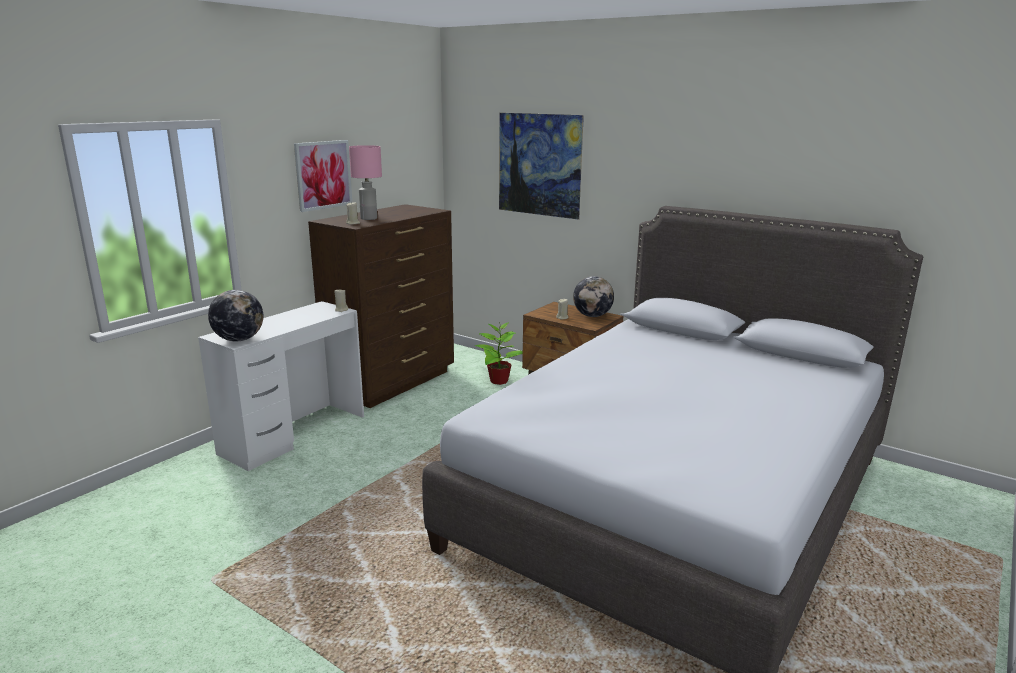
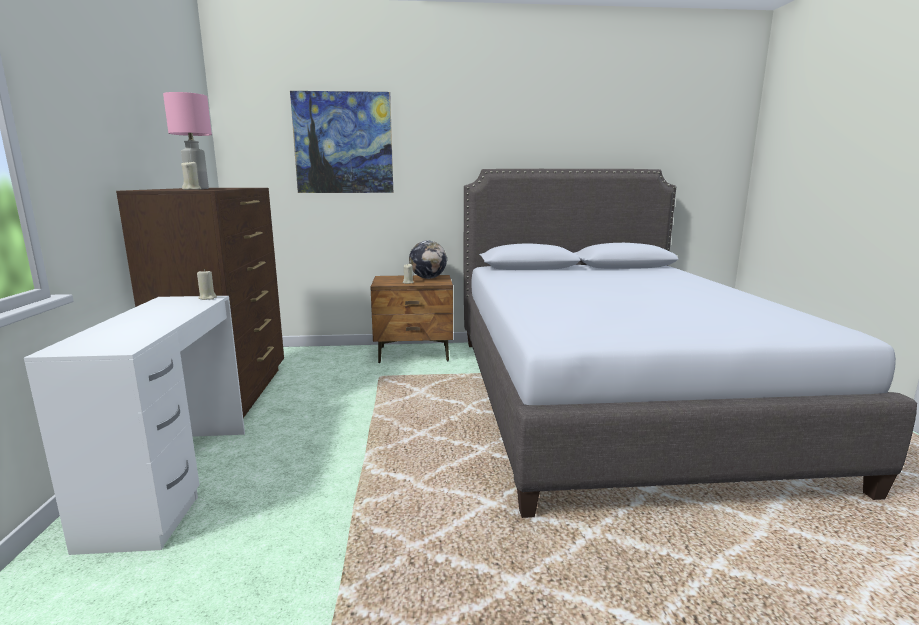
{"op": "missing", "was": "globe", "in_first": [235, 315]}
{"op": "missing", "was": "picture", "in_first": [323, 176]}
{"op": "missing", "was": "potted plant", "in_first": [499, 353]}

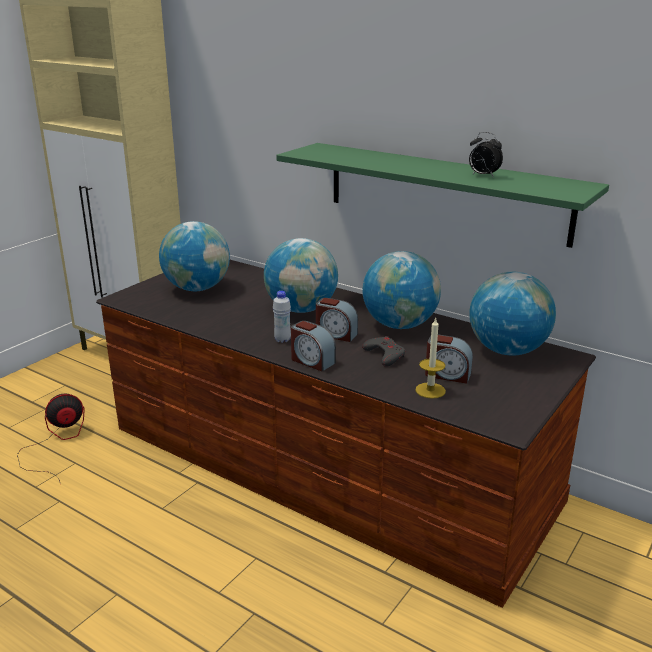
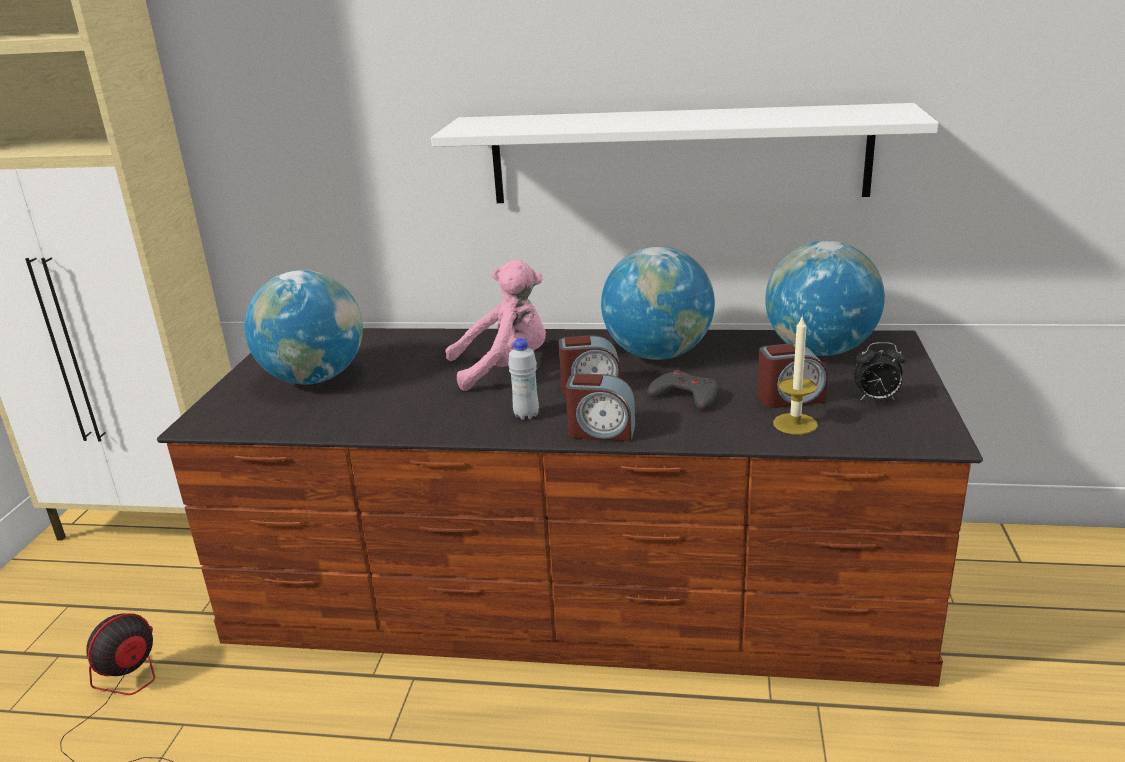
{"op": "relocated", "was": "alarm clock", "in_first": [486, 155], "in_second": [880, 371]}
{"op": "exchanged", "was": "globe", "now": "pink cuddly toy", "in_first": [301, 275], "in_second": [495, 325]}
{"op": "colour", "was": "greenish wall shelf", "now": "white wall shelf", "in_first": [442, 195], "in_second": [685, 153]}

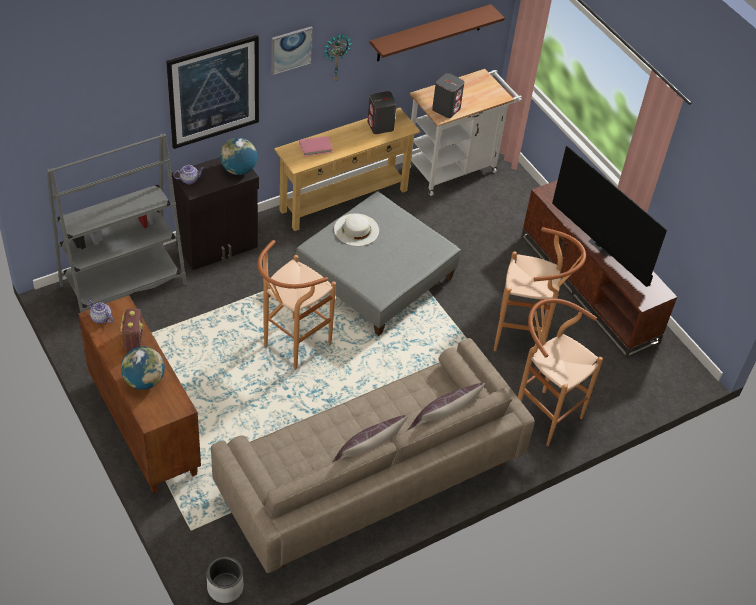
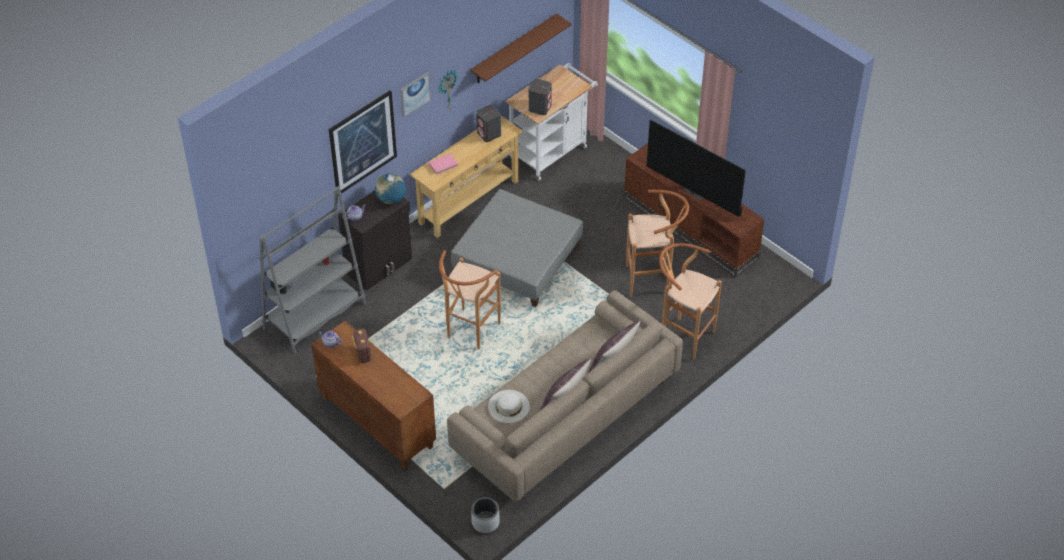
{"op": "missing", "was": "globe", "in_first": [143, 368]}
{"op": "relocated", "was": "white clothing hat", "in_first": [356, 229], "in_second": [509, 406]}

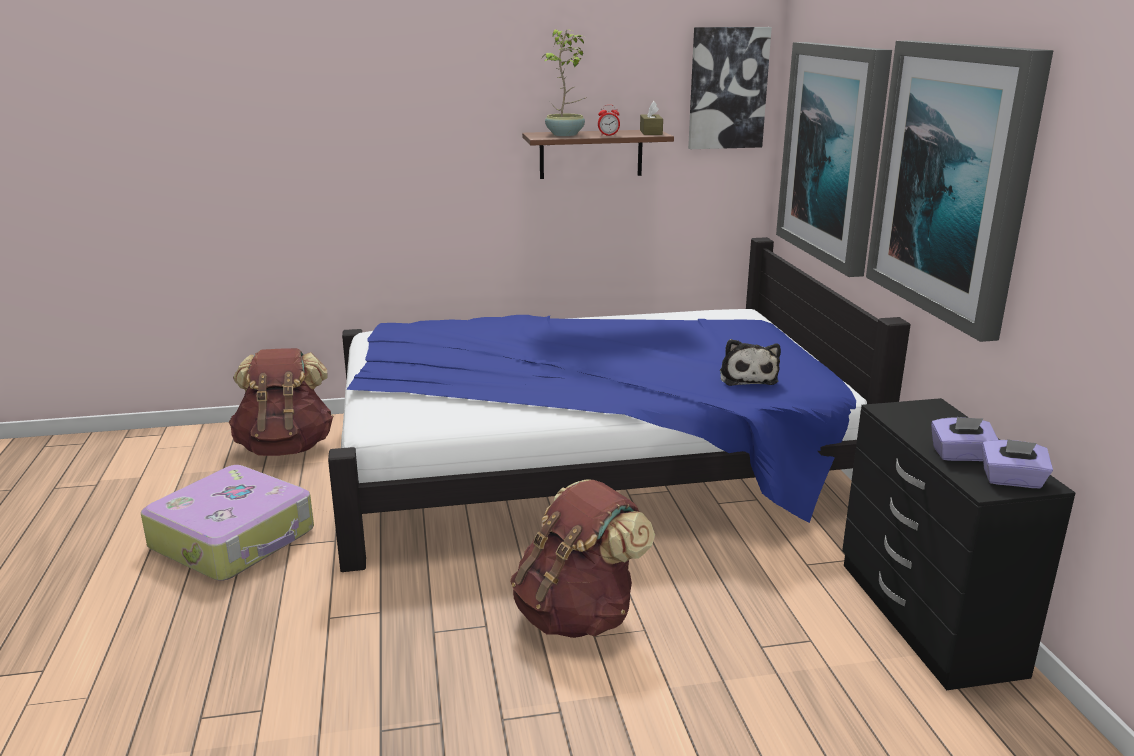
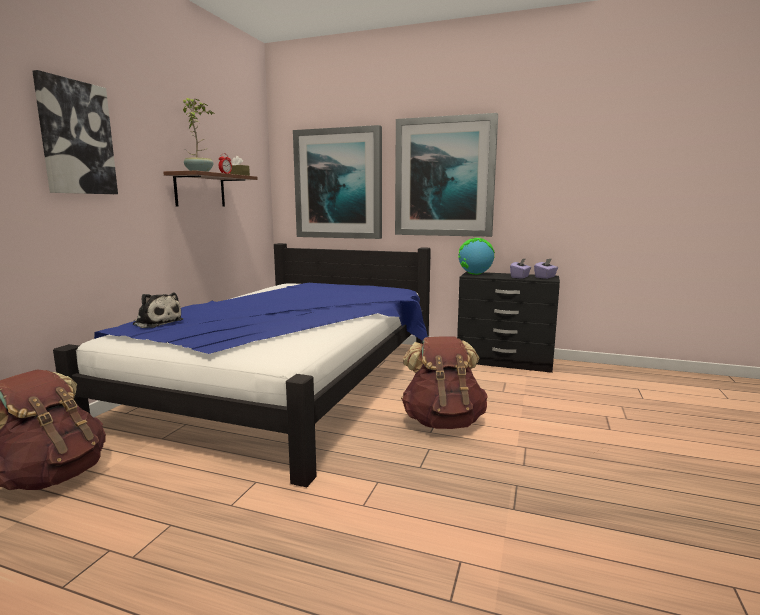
{"op": "missing", "was": "suitcase", "in_first": [227, 523]}
{"op": "appeared", "now": "globe", "in_second": [476, 256]}
{"op": "relocated", "was": "picture", "in_first": [730, 88], "in_second": [75, 132]}
{"op": "relocated", "was": "cuddly toy", "in_first": [750, 362], "in_second": [158, 310]}

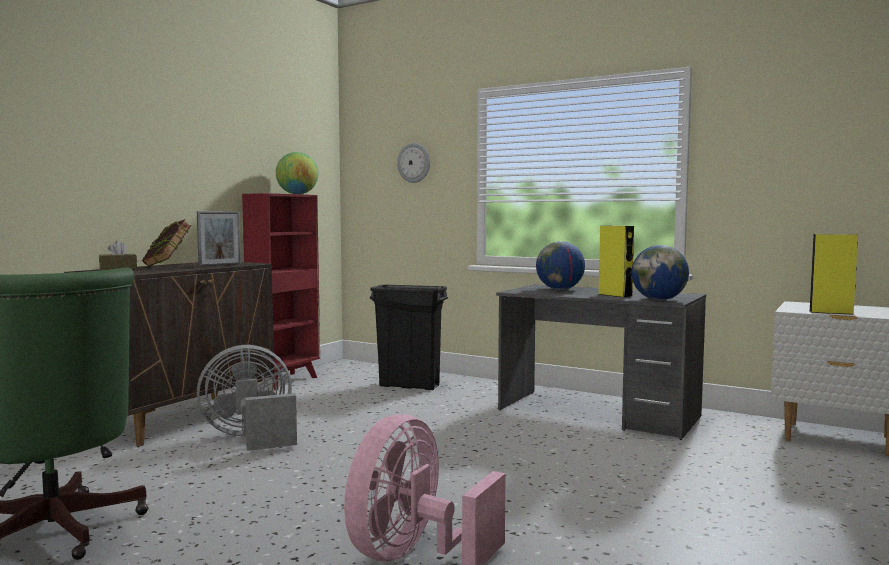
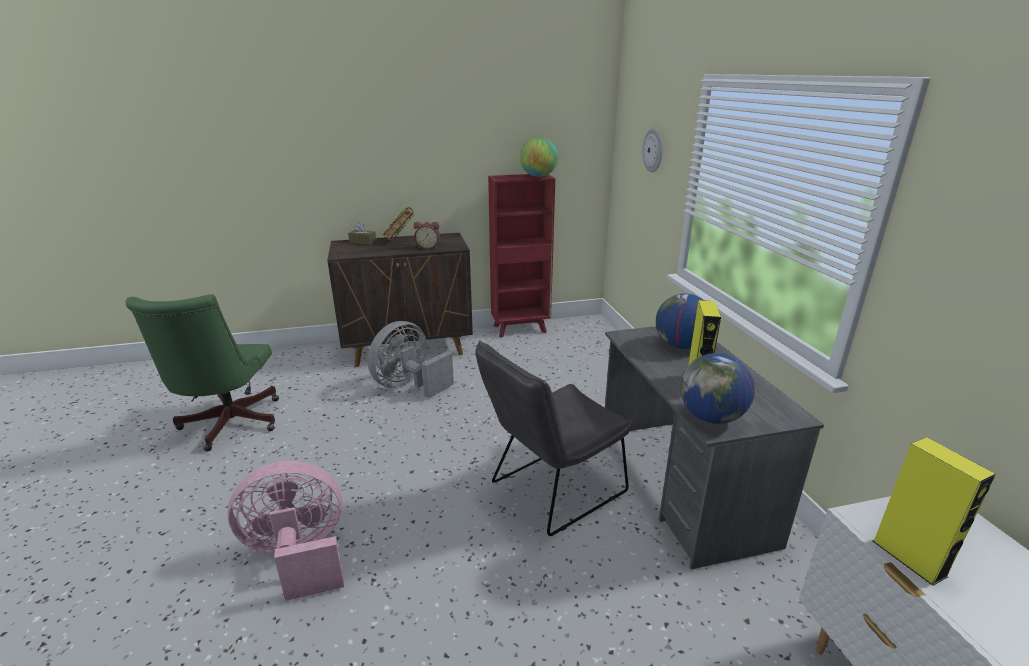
{"op": "missing", "was": "black-coloured rubbish bin", "in_first": [409, 337]}
{"op": "appeared", "now": "greyish plain chair", "in_second": [554, 438]}
{"op": "exchanged", "was": "standing frame", "now": "alarm clock", "in_first": [219, 239], "in_second": [427, 235]}
{"op": "spun", "was": "greyish fan", "in_first": [247, 398], "in_second": [410, 359], "clockwise": -75}

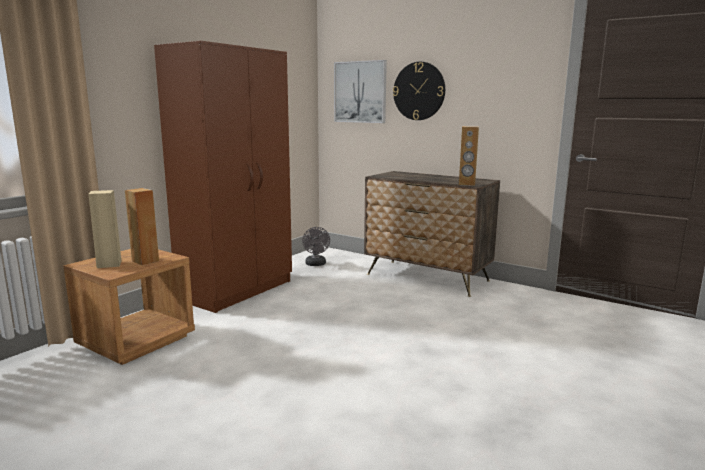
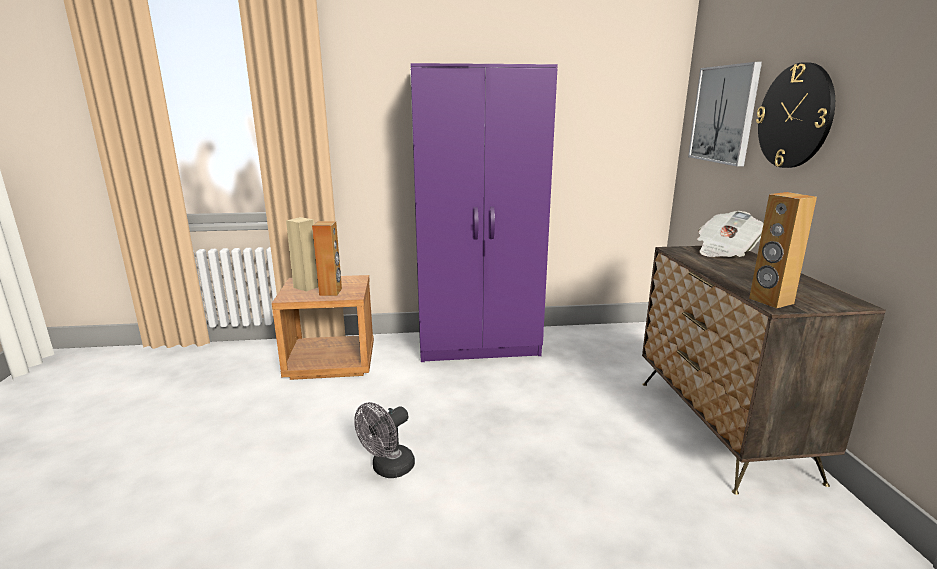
{"op": "appeared", "now": "newspaper", "in_second": [730, 234]}
{"op": "relocated", "was": "greyish fan", "in_first": [316, 246], "in_second": [384, 440]}
{"op": "colour", "was": "brown wardrobe", "now": "purple wardrobe", "in_first": [223, 177], "in_second": [484, 212]}

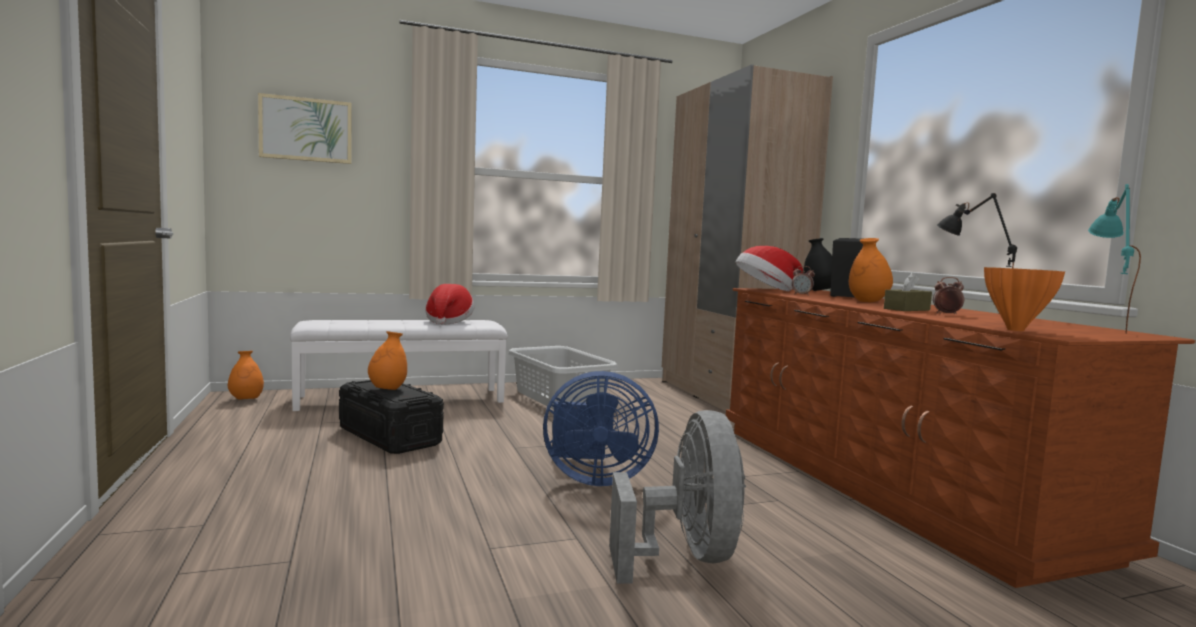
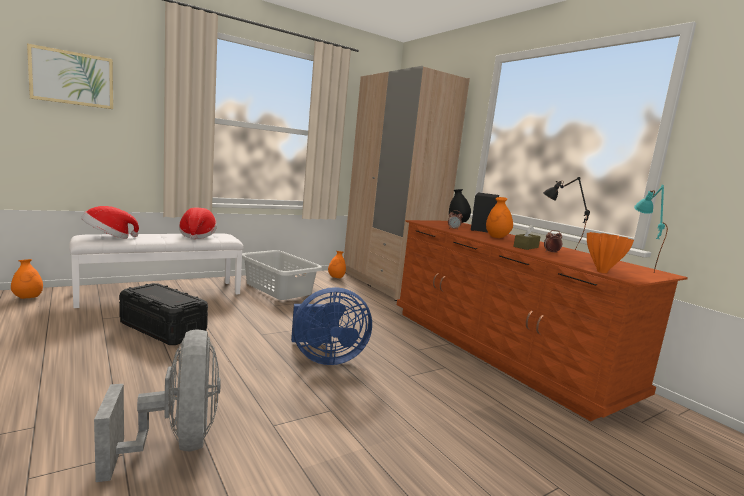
{"op": "relocated", "was": "orange decorative vase", "in_first": [387, 360], "in_second": [337, 264]}
{"op": "relocated", "was": "greyish fan", "in_first": [677, 497], "in_second": [157, 405]}
{"op": "relocated", "was": "clothing hat", "in_first": [769, 269], "in_second": [110, 222]}

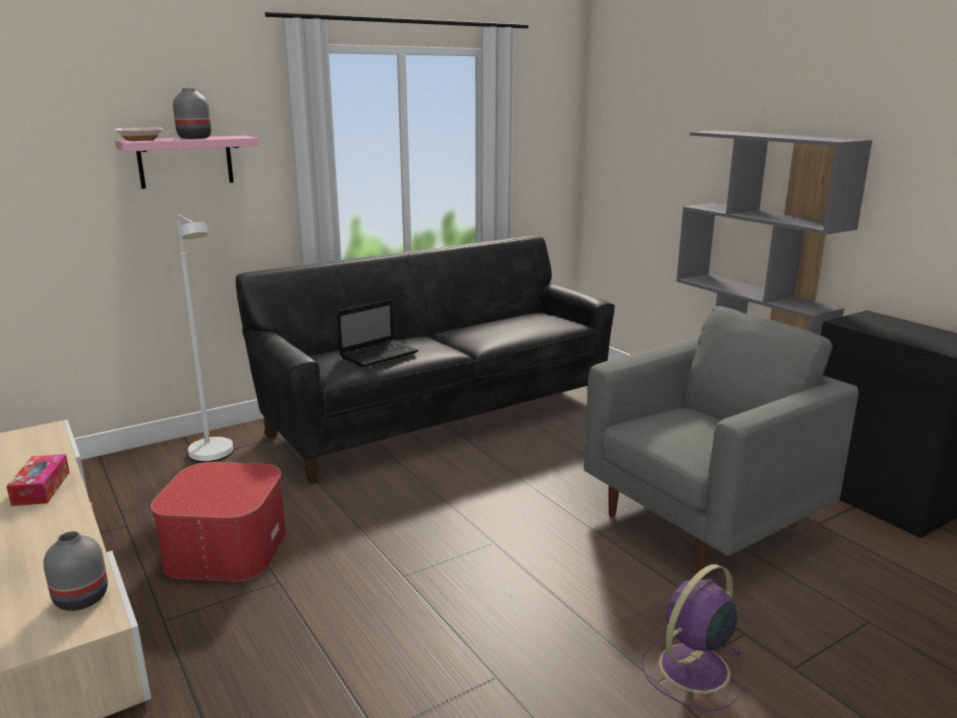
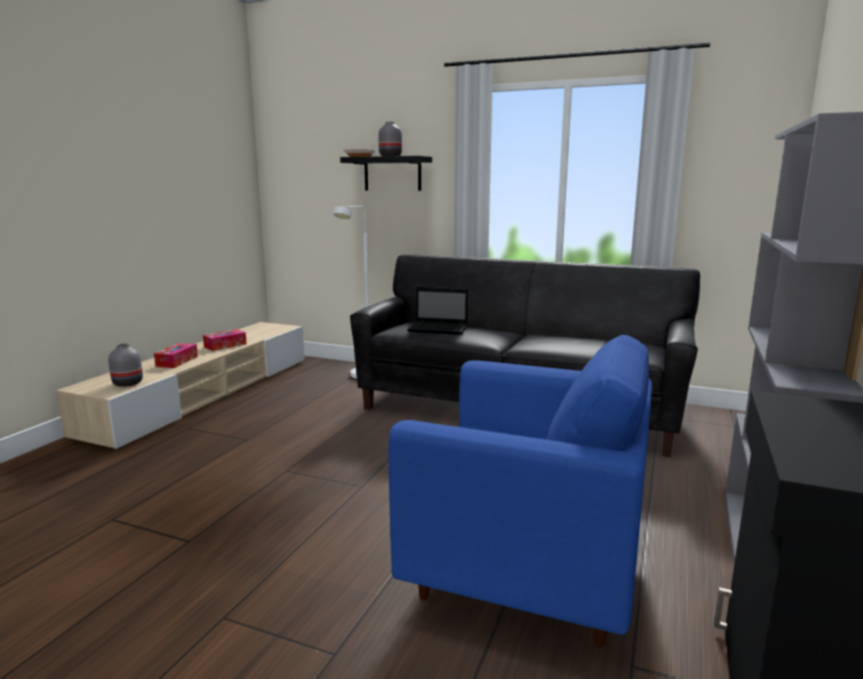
{"op": "missing", "was": "footrest", "in_first": [218, 522]}
{"op": "missing", "was": "purple fan", "in_first": [692, 637]}
{"op": "appeared", "now": "box of tissues", "in_second": [176, 355]}
{"op": "colour", "was": "pink wall shelf", "now": "black-coloured wall shelf", "in_first": [187, 162], "in_second": [386, 173]}
{"op": "colour", "was": "greyish armchair", "now": "blue armchair", "in_first": [721, 439], "in_second": [520, 490]}

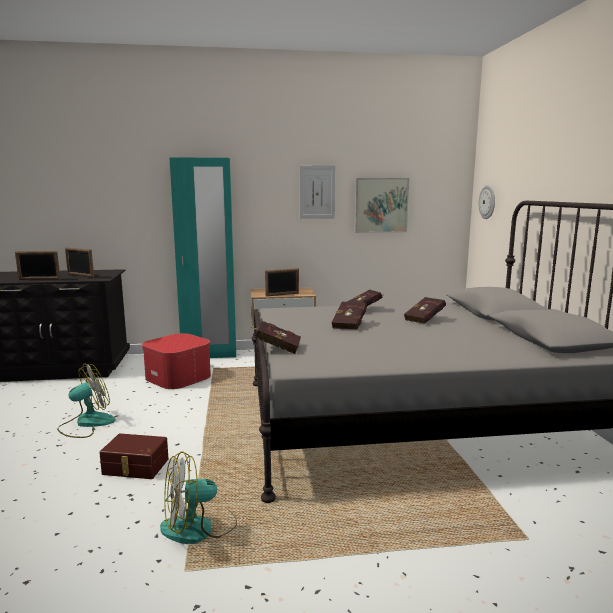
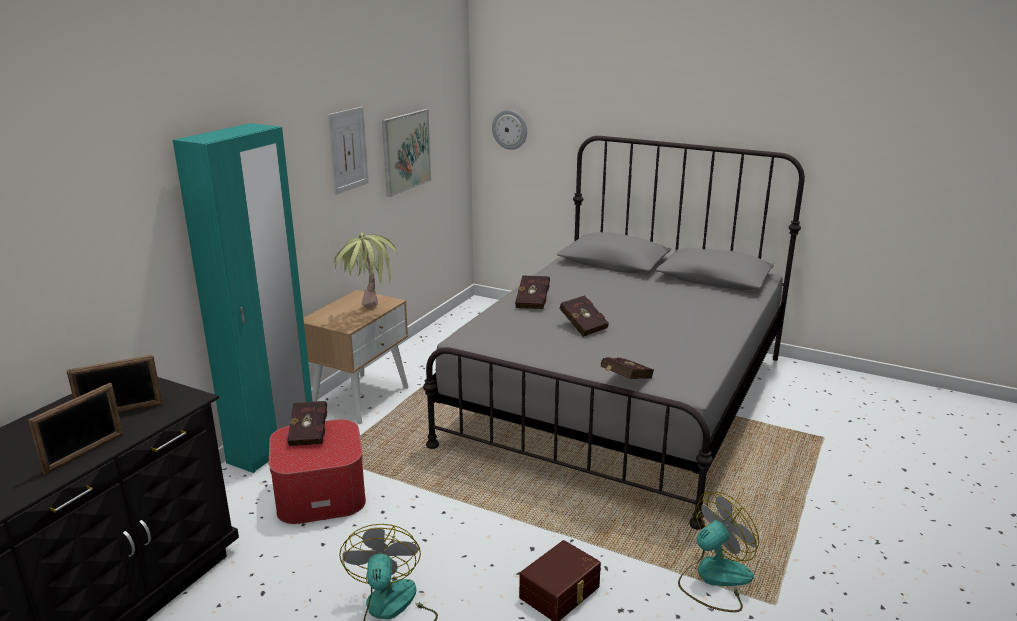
{"op": "relocated", "was": "reddish volume", "in_first": [425, 310], "in_second": [307, 423]}
{"op": "exchanged", "was": "standing frame", "now": "potted plant", "in_first": [282, 282], "in_second": [365, 270]}
{"op": "spun", "was": "fan", "in_first": [198, 497], "in_second": [718, 552], "clockwise": -135}

